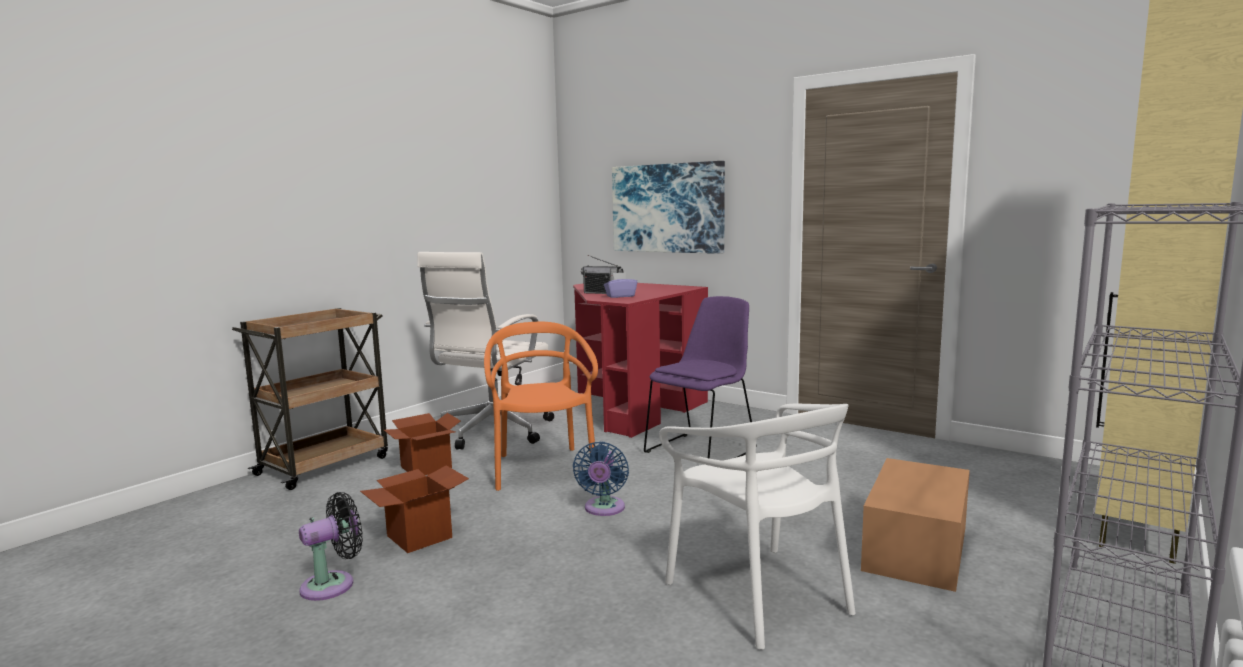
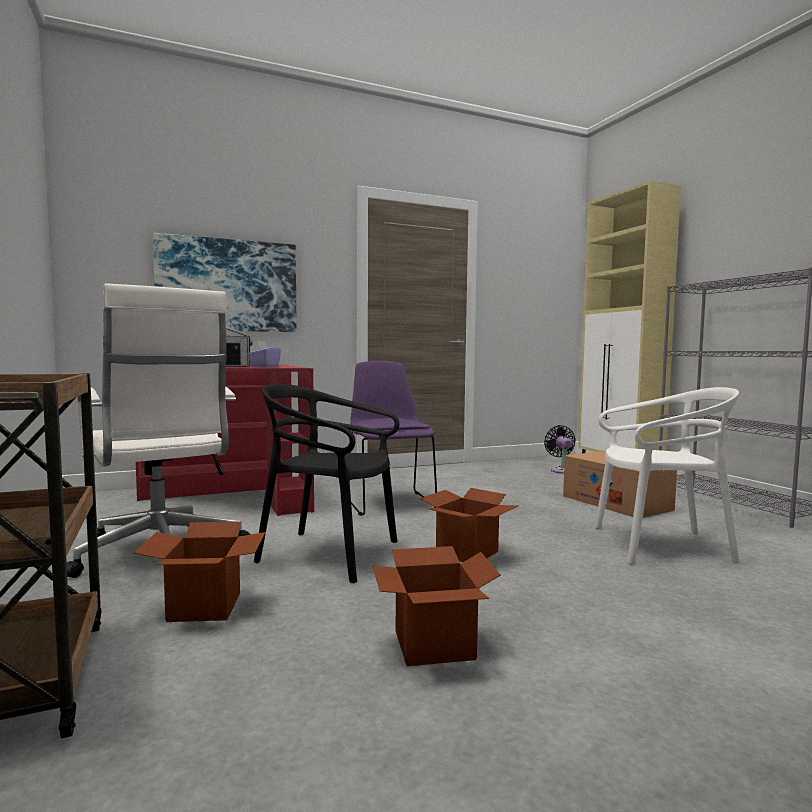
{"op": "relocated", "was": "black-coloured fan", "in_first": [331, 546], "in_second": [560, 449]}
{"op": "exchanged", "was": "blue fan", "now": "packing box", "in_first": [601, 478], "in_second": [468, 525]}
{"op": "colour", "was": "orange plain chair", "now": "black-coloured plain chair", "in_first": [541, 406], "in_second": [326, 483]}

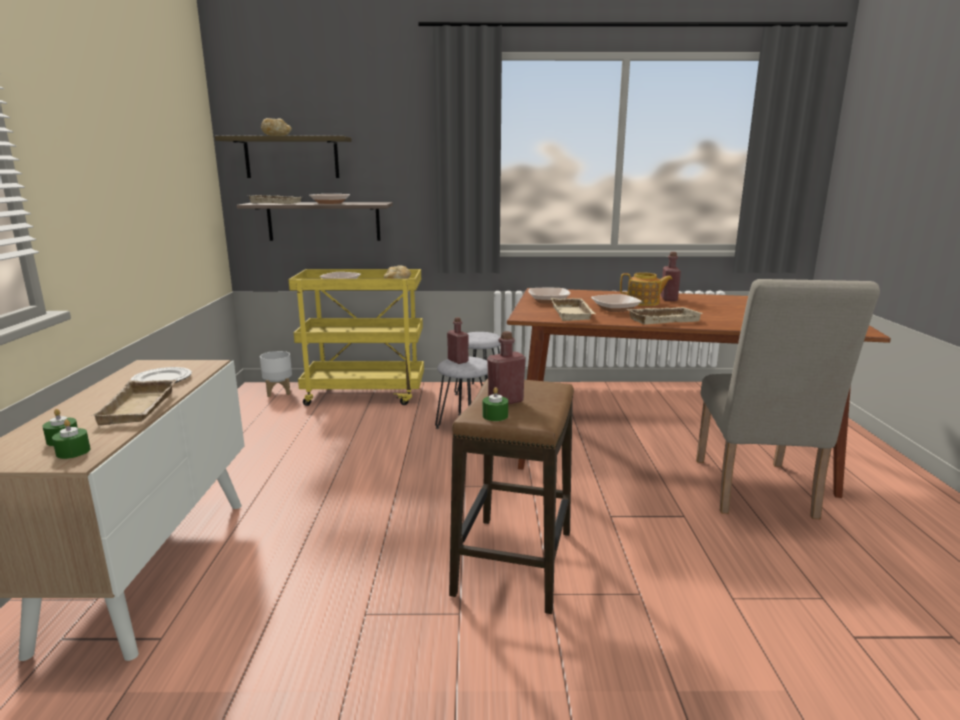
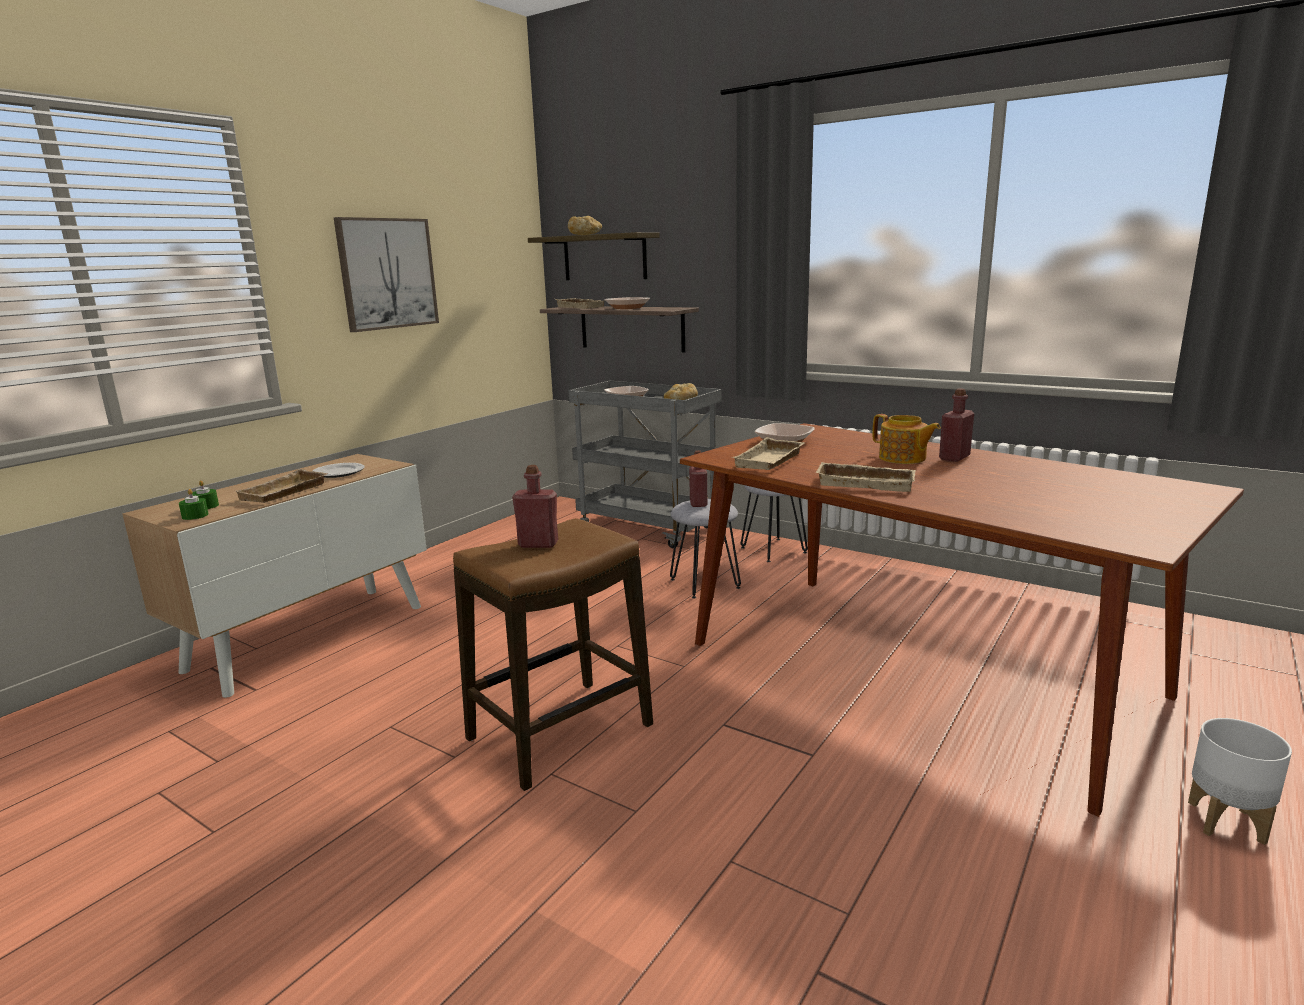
{"op": "missing", "was": "greenish wax candle", "in_first": [495, 404]}
{"op": "missing", "was": "serving bowl", "in_first": [616, 303]}
{"op": "missing", "was": "sand-coloured plain chair", "in_first": [788, 399]}
{"op": "appeared", "now": "picture", "in_second": [386, 274]}
{"op": "relocated", "was": "white plant pot", "in_first": [276, 374], "in_second": [1240, 781]}
{"op": "colour", "was": "yellow-coloured trolley", "now": "greyish trolley", "in_first": [356, 337], "in_second": [645, 464]}

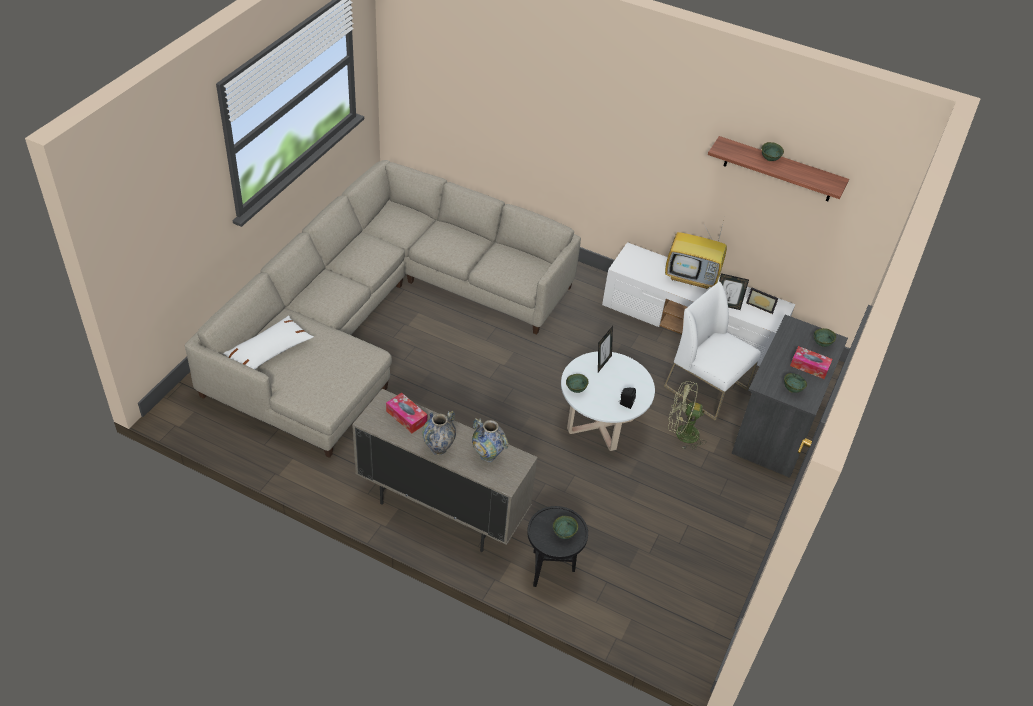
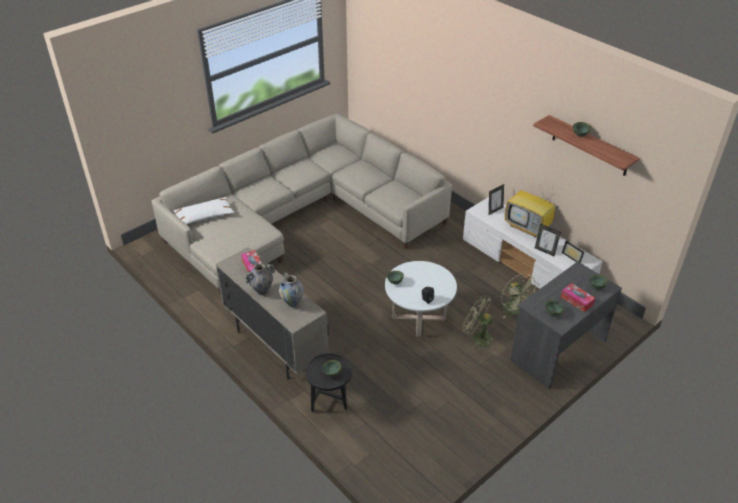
{"op": "relocated", "was": "standing frame", "in_first": [605, 349], "in_second": [496, 199]}
{"op": "exchanged", "was": "white plain chair", "now": "greenish fan", "in_first": [712, 351], "in_second": [520, 296]}

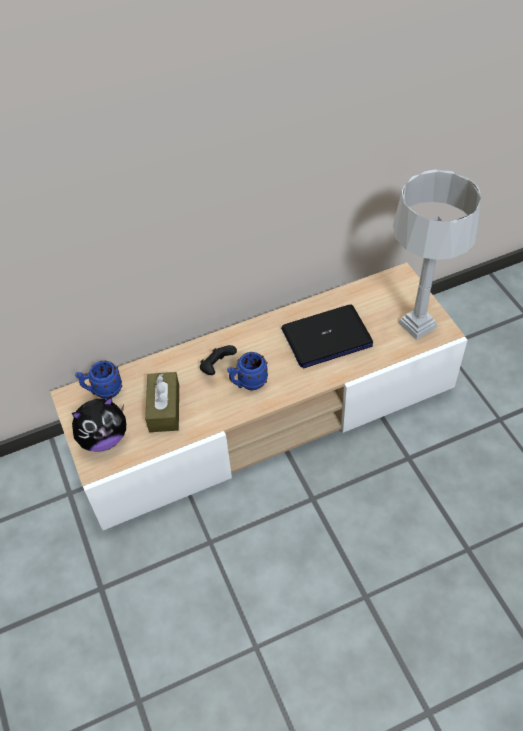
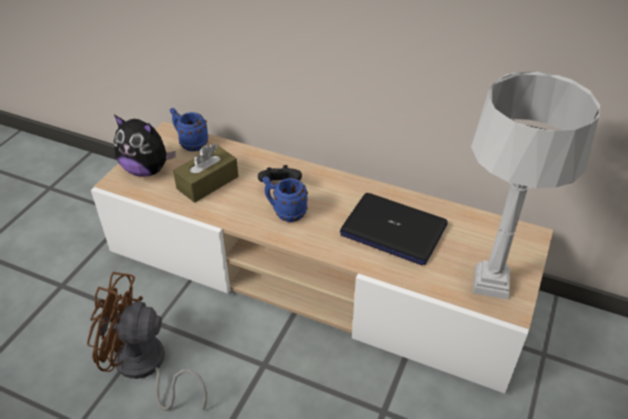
{"op": "appeared", "now": "brown fan", "in_second": [147, 341]}

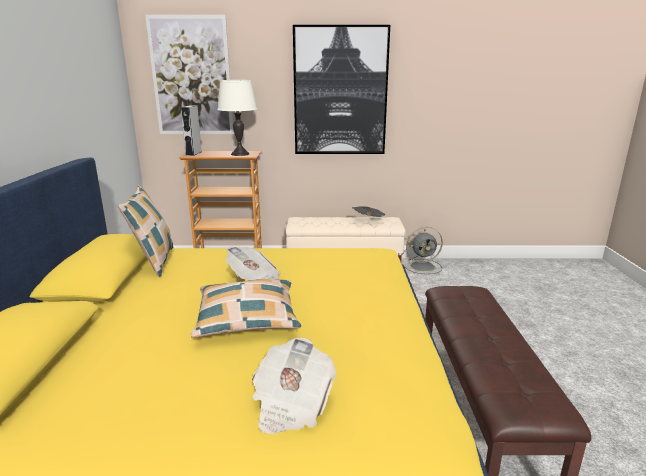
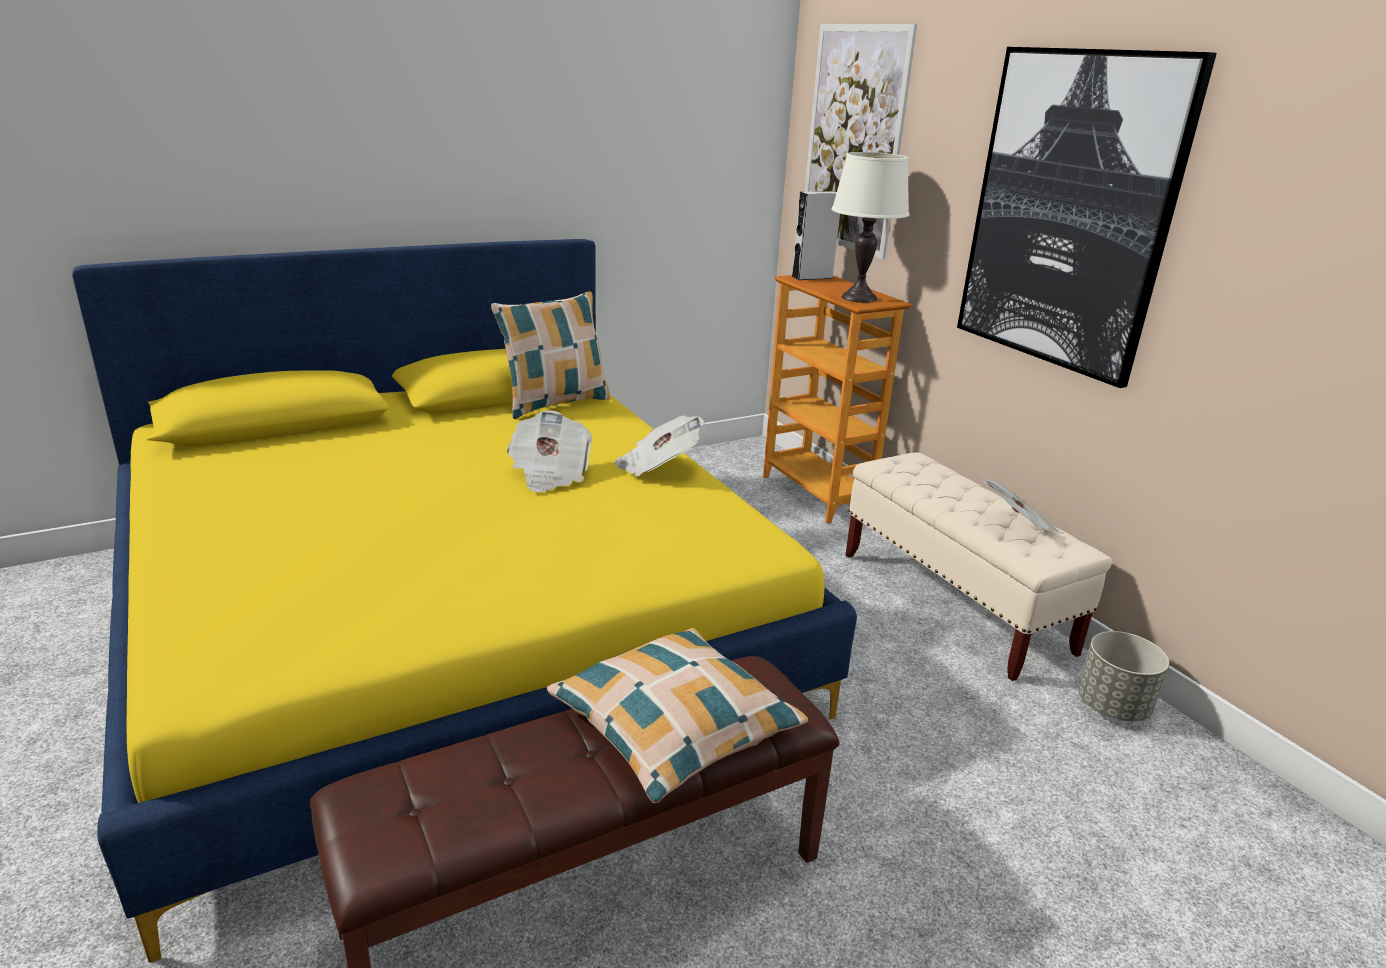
{"op": "relocated", "was": "pillow", "in_first": [246, 308], "in_second": [677, 715]}
{"op": "relocated", "was": "newspaper", "in_first": [294, 386], "in_second": [659, 446]}
{"op": "exchanged", "was": "greyish fan", "now": "greyish plant pot", "in_first": [423, 250], "in_second": [1123, 676]}

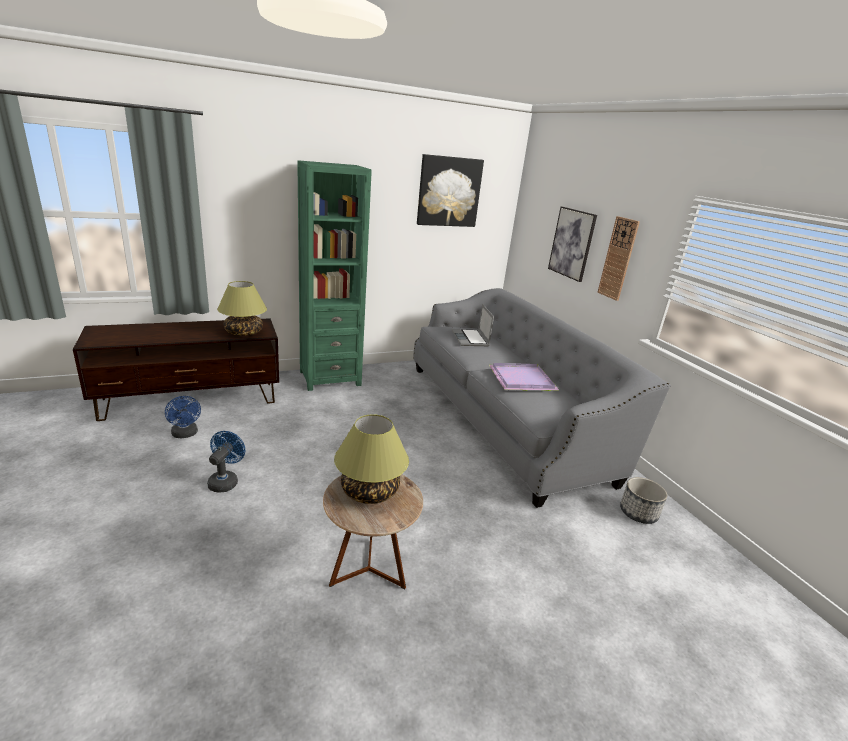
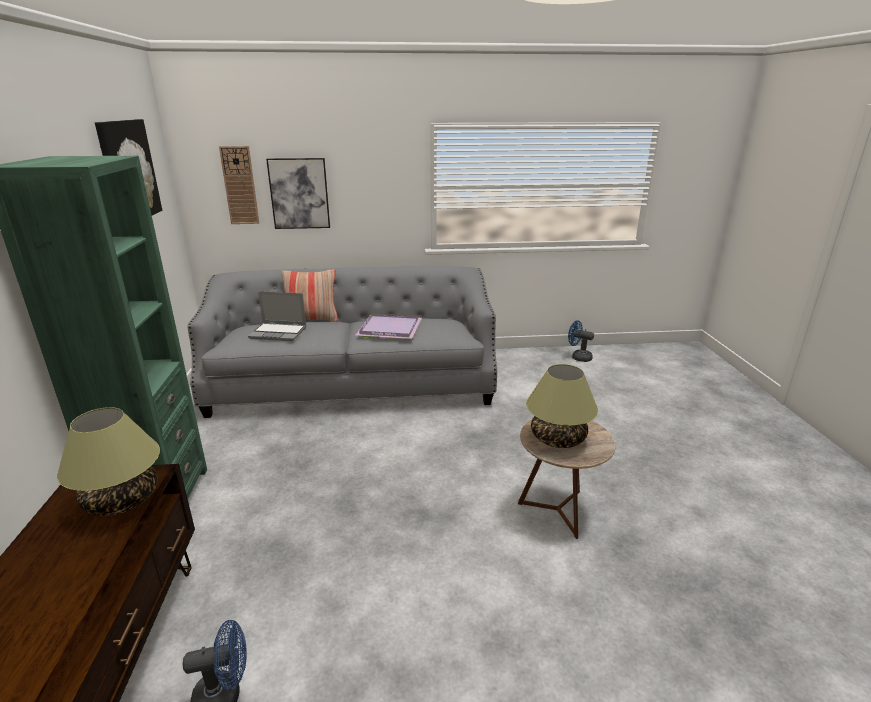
{"op": "missing", "was": "plant pot", "in_first": [643, 500]}
{"op": "appeared", "now": "pillow", "in_second": [309, 295]}
{"op": "relocated", "was": "blue fan", "in_first": [226, 462], "in_second": [581, 341]}
{"op": "relocated", "was": "wall clock", "in_first": [619, 258], "in_second": [239, 185]}

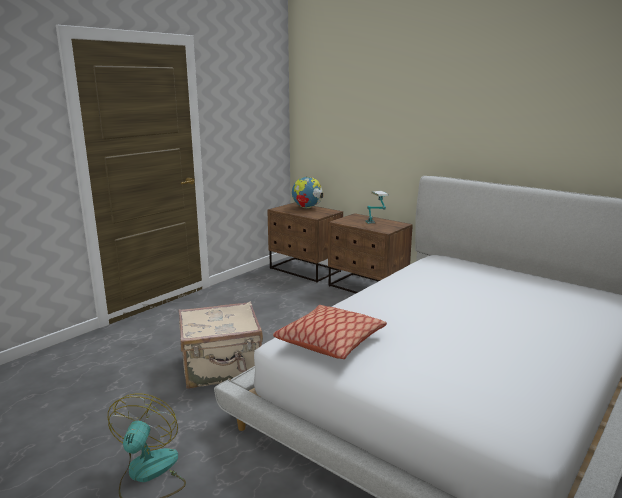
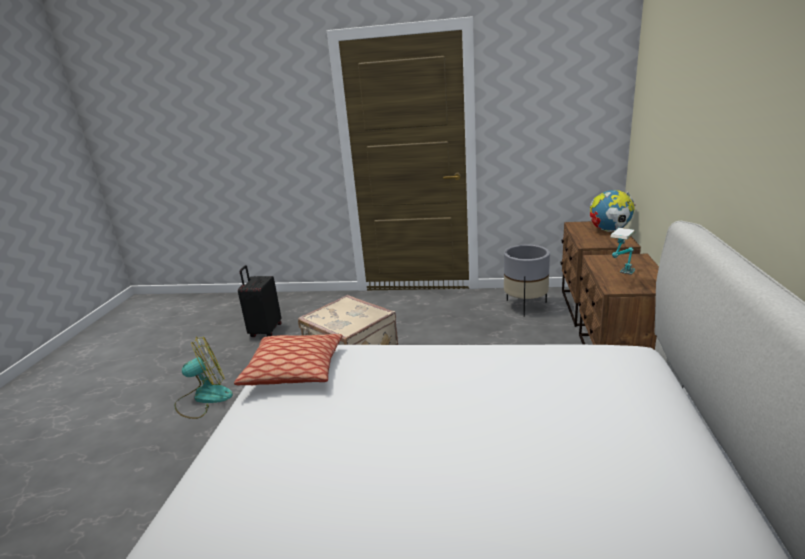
{"op": "appeared", "now": "black-coloured suitcase", "in_second": [260, 301]}
{"op": "appeared", "now": "greyish plant pot", "in_second": [527, 281]}

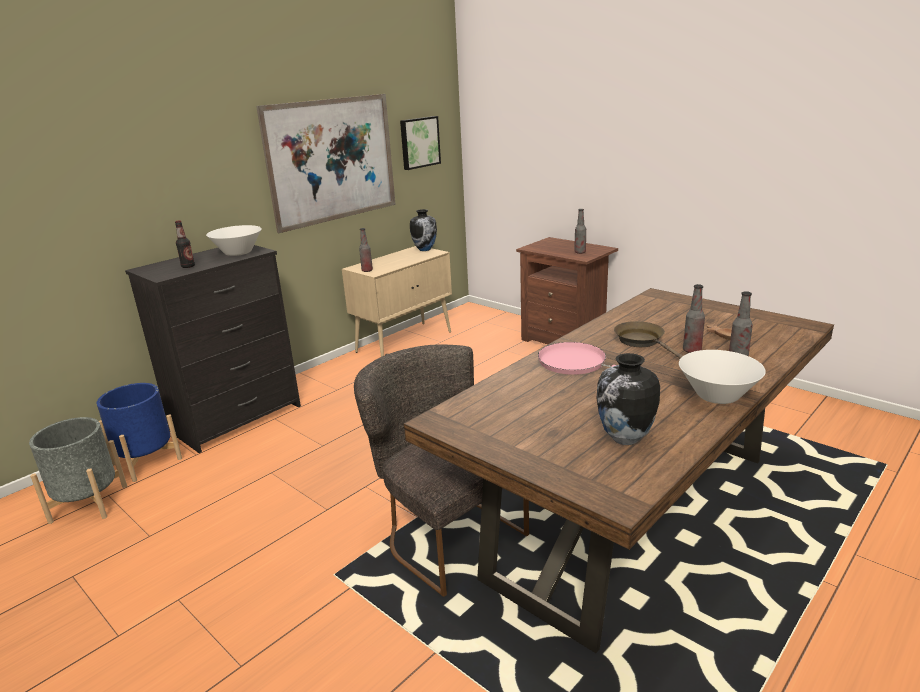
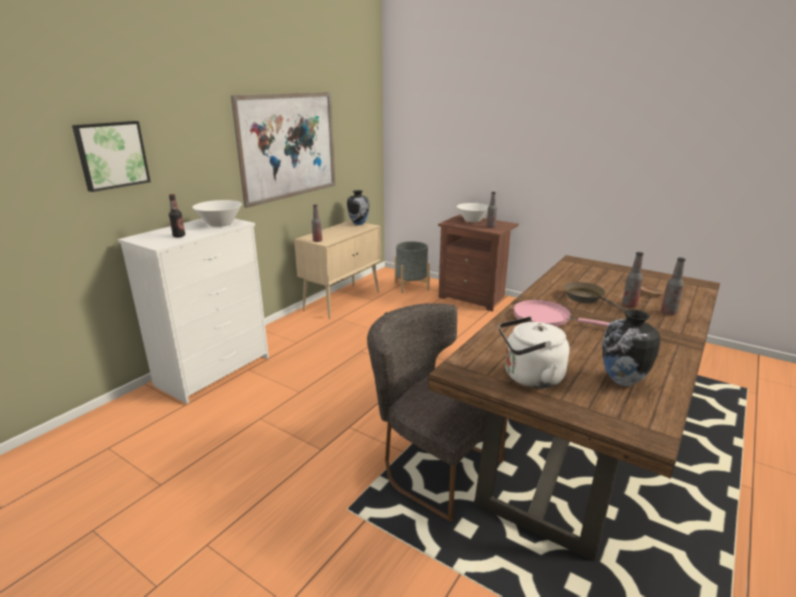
{"op": "missing", "was": "blue plant pot", "in_first": [139, 432]}
{"op": "appeared", "now": "white water kettle", "in_second": [534, 352]}
{"op": "relocated", "was": "greyish plant pot", "in_first": [78, 470], "in_second": [412, 267]}
{"op": "relocated", "was": "picture", "in_first": [420, 143], "in_second": [111, 156]}
{"op": "relocated", "was": "white serving bowl", "in_first": [722, 377], "in_second": [473, 212]}
{"op": "colour", "was": "black-coloured dresser", "now": "white dresser", "in_first": [213, 349], "in_second": [193, 311]}

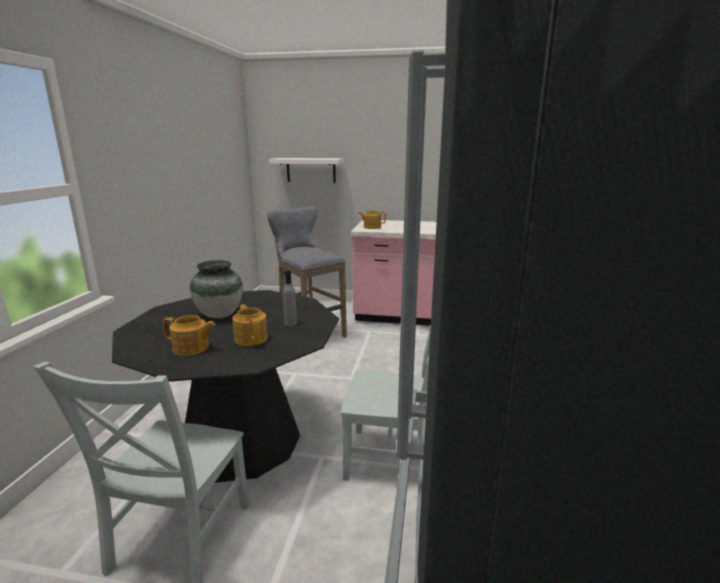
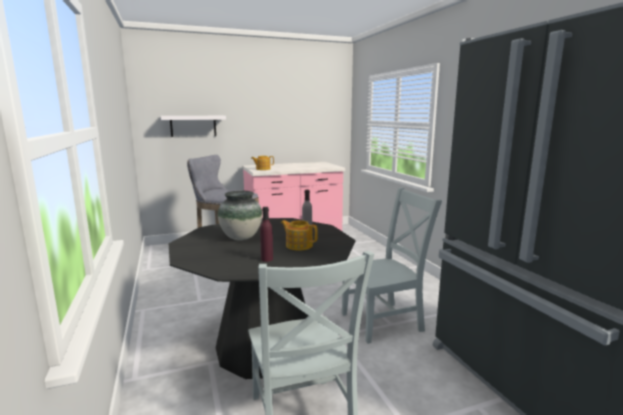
{"op": "exchanged", "was": "teapot", "now": "purple beverage bottle", "in_first": [189, 335], "in_second": [266, 234]}

